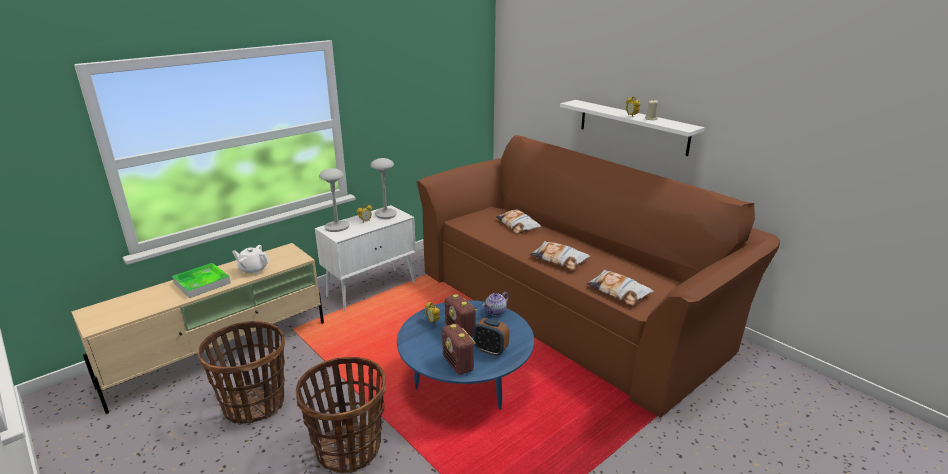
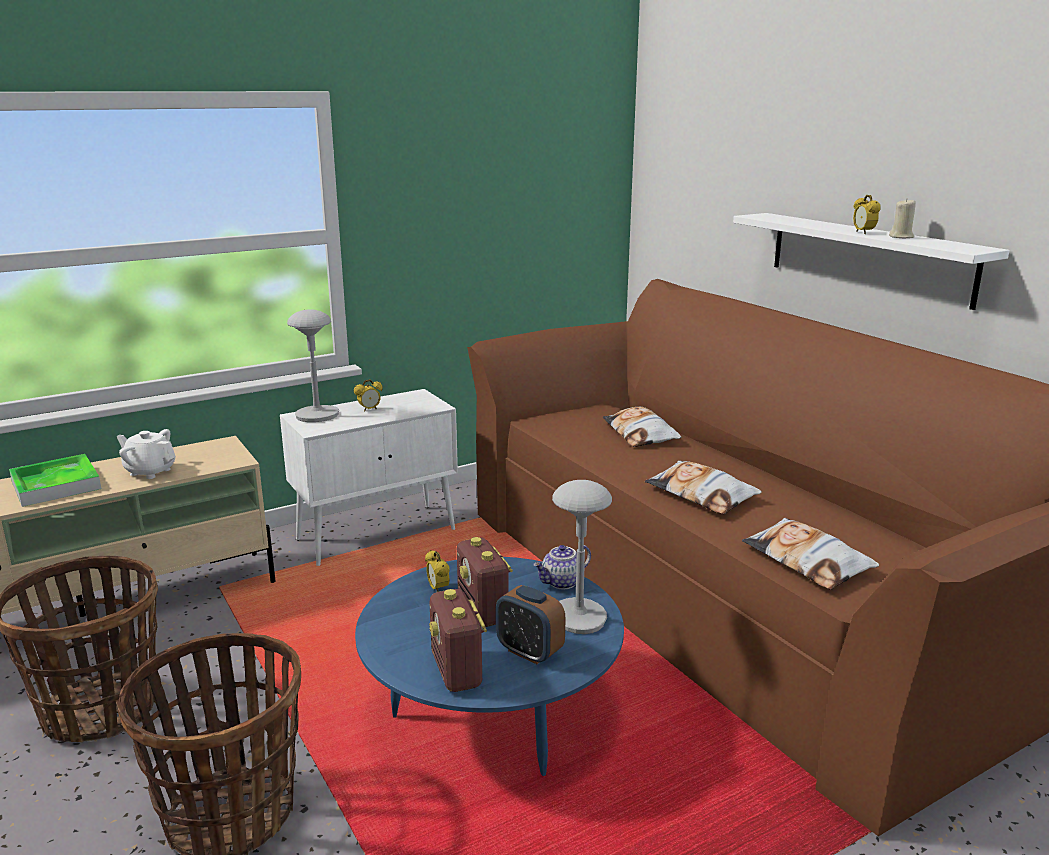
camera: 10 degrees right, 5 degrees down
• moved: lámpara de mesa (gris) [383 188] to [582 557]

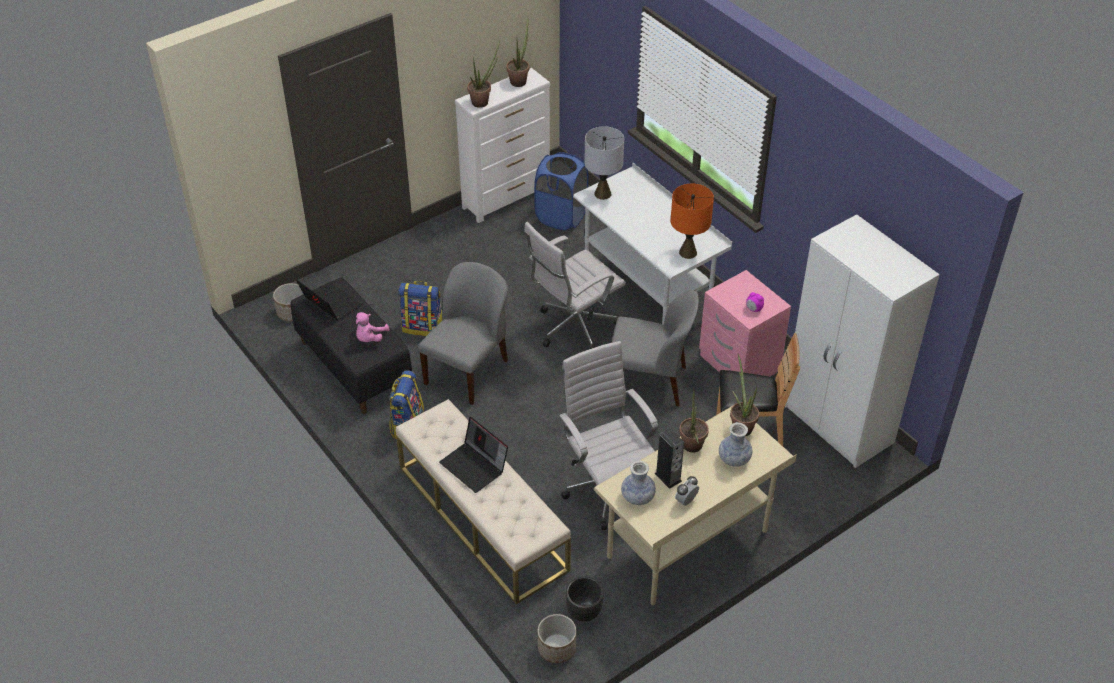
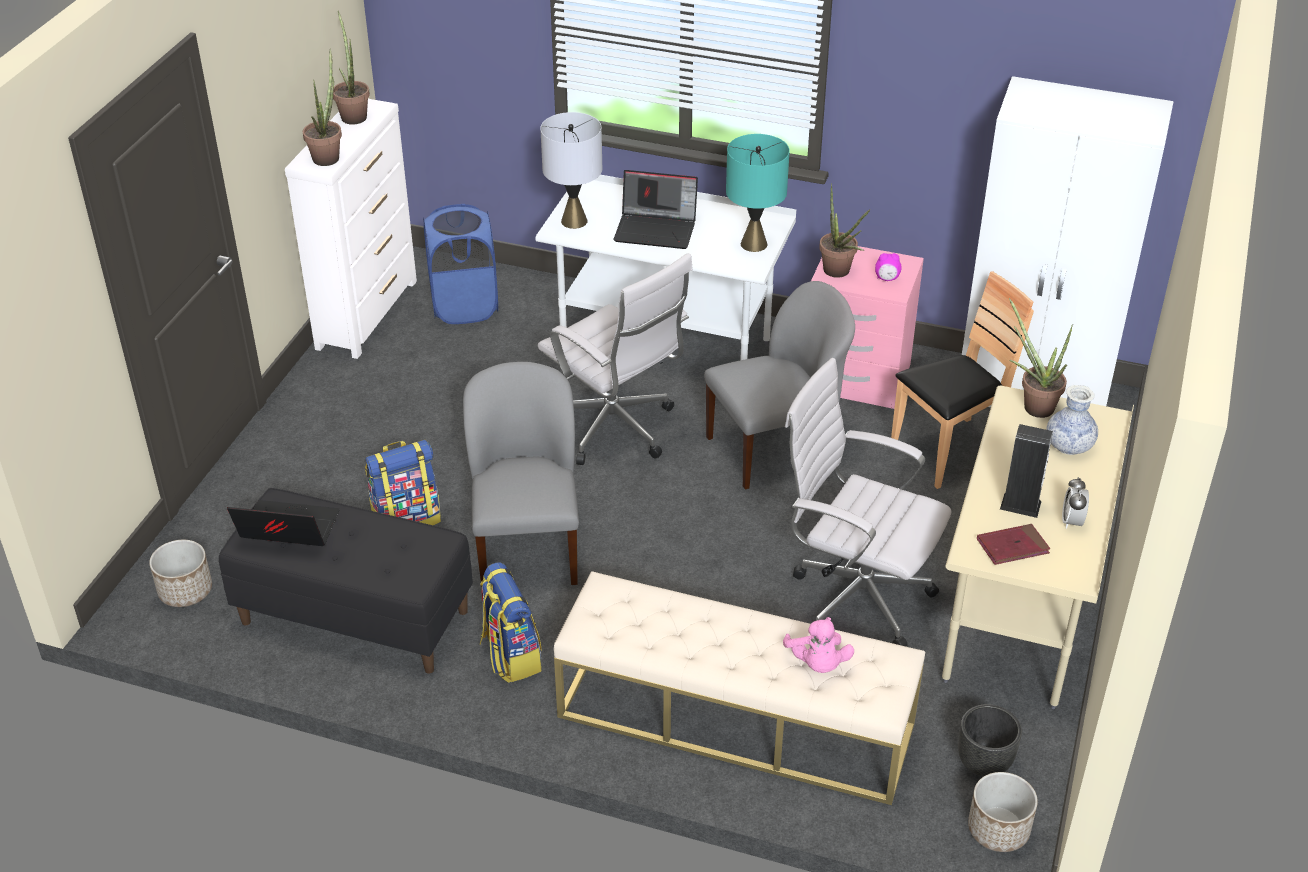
camera: 35 degrees left, 5 degrees down
• turned: silla de oficina (blanco) [575 285] = [615 359] 60 degrees counterclockwise
• moved: portátil [473 455] to [656 209]
• recoloured: lámpara de mesa (naranja) [692 221] to lámpara de mesa (turquesa) [758 193]
• moved: peluche (rosa) [373 327] to [818 645]
• moved: planta en maceta [694 421] to [844 230]
• replaced: florero [638 483] to libro (rojo) [1013 544]

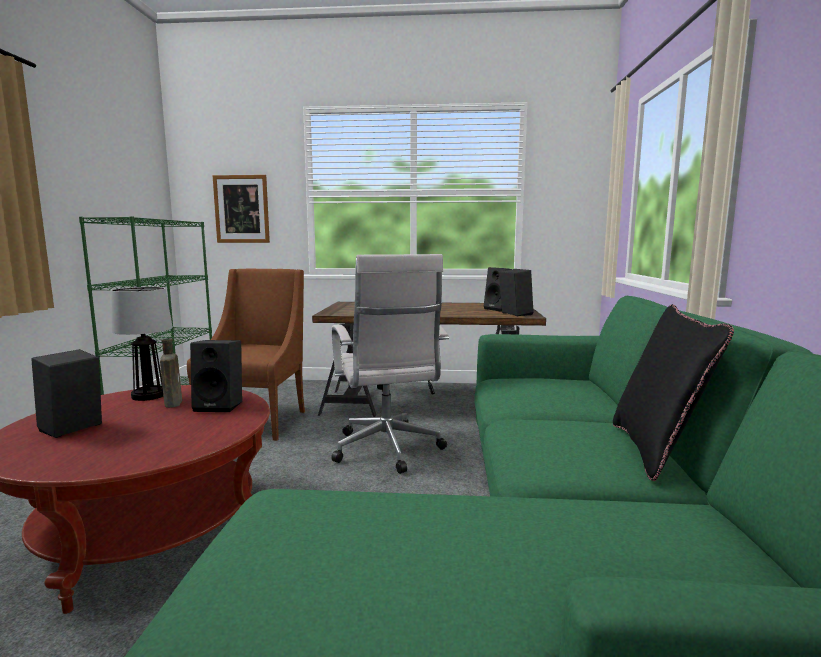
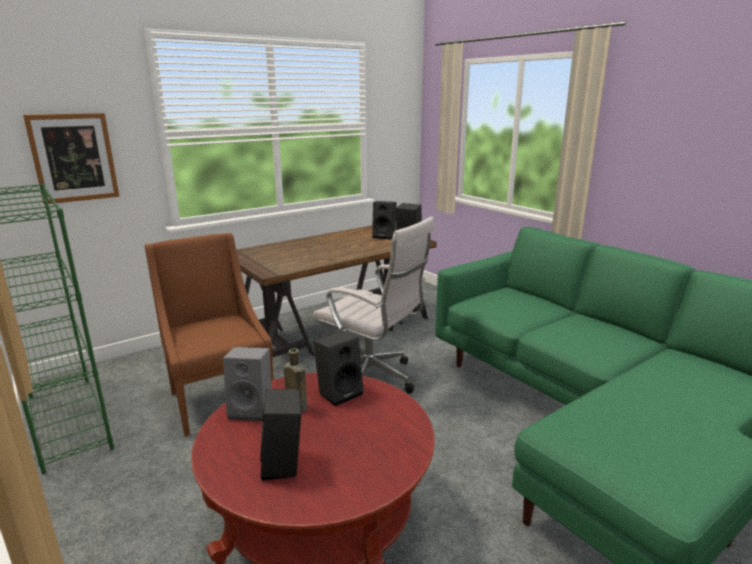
camera: 40 degrees left, 10 degrees up
• replaced: lámpara de mesa [142 344] to altavoz (gris) [247 384]
• removed: cojín (negro) [673 392]

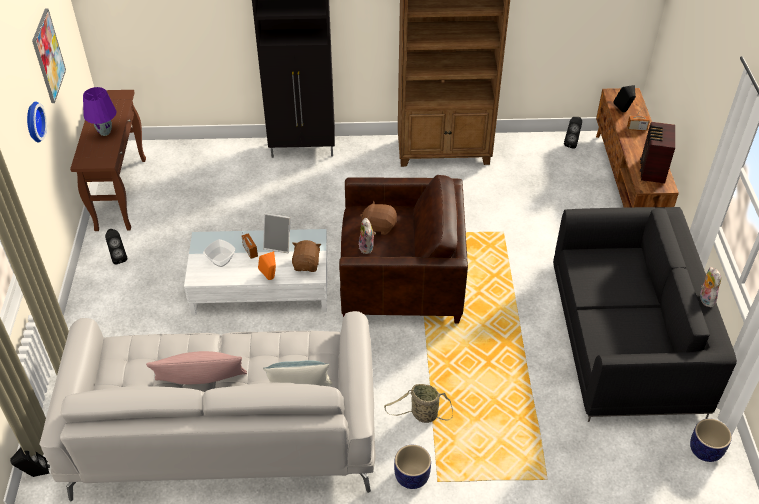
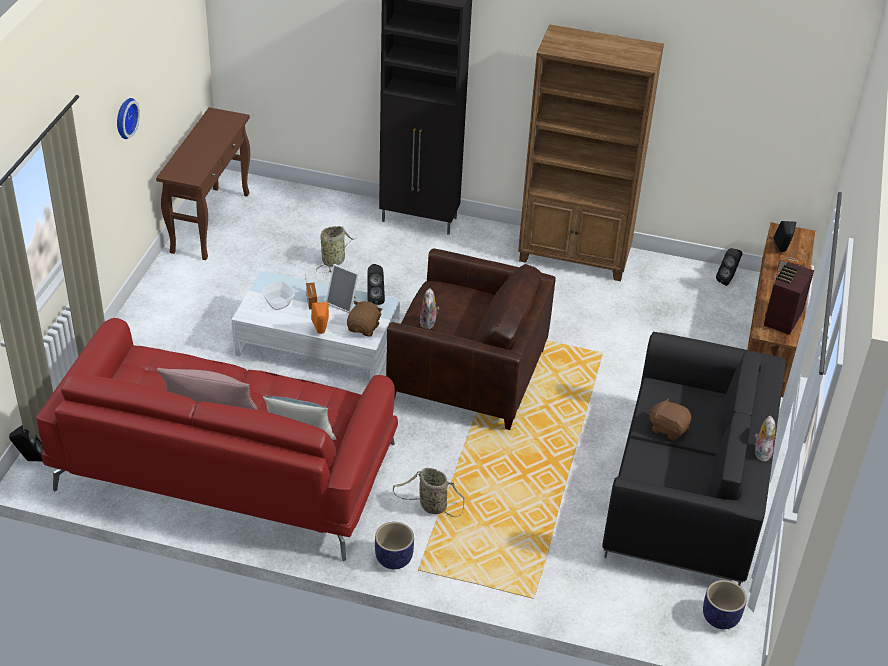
camera: 15 degrees right, 5 degrees down
• recoloured: sofá (gris) [207 406] to sofá (rojo) [217 439]
• added: cesta [336 249]
• moved: altavoz (negro) [116 246] to [376 284]
• moved: peluche (marrón) [378 218] to [670 419]
• removed: cuadro [49 55]
• removed: lámpara de mesa (morado) [100 111]

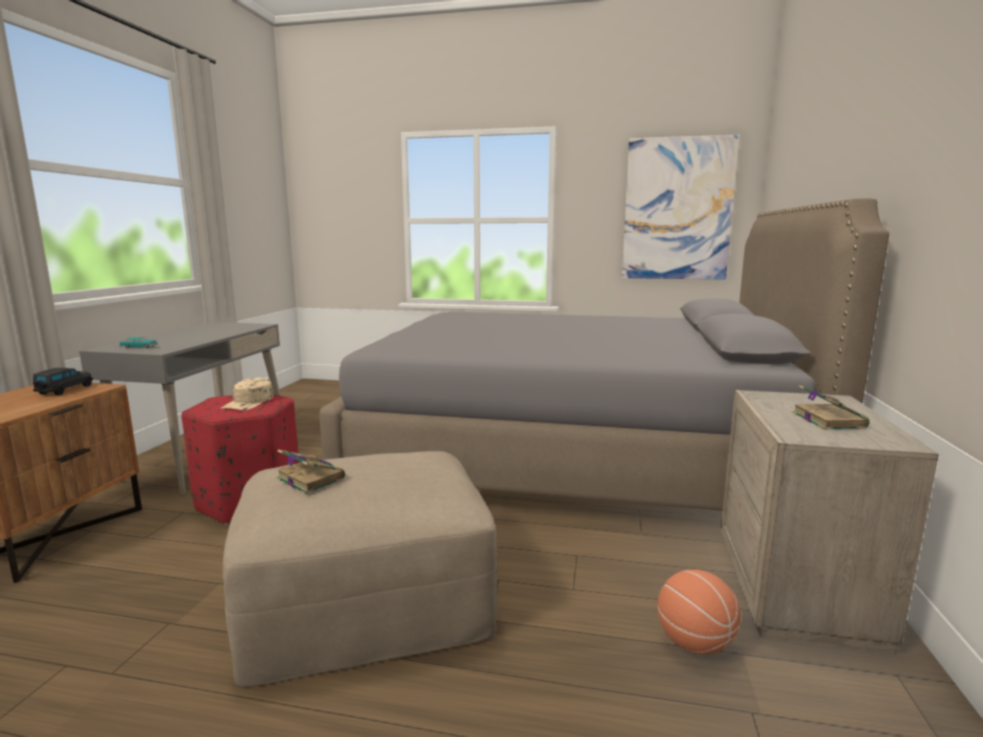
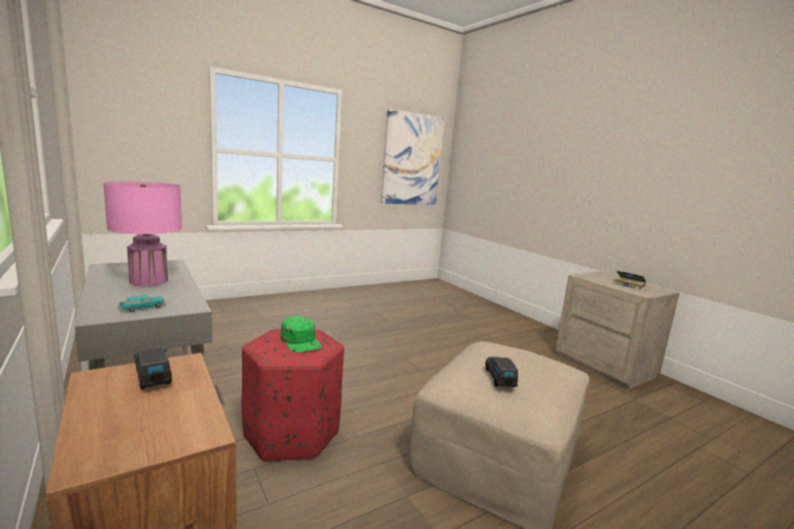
camera: 45 degrees left, 0 degrees up
• added: lámpara de mesa (rosa) [142 233]
• recoloured: gorra (beis) [247 393] to gorra (verde) [301 334]
• replaced: libro [310 471] to coche de juguete (negro) [501 372]
• removed: cama (gris) [604 354]
• removed: balón de baloncesto [699 612]

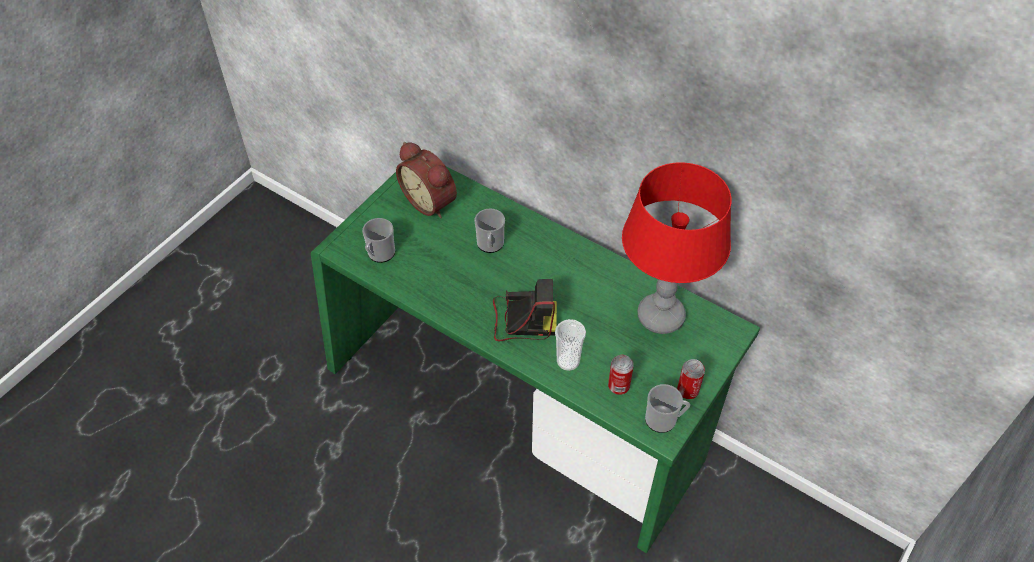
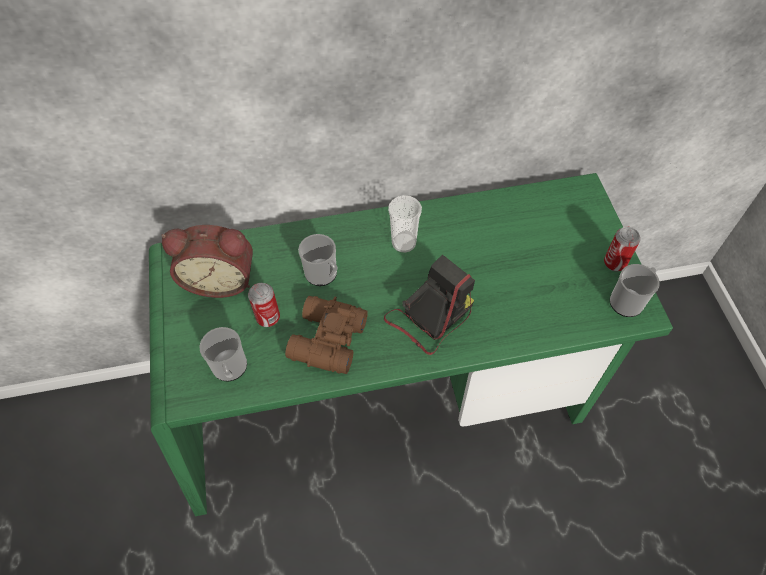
camera: 45 degrees left, 5 degrees up
• moved: lata [621 375] to [264 305]
• added: prismáticos (marrón) [326 335]
• moved: taza [570 345] to [405 224]
• removed: lámpara de mesa (rojo) [676 248]

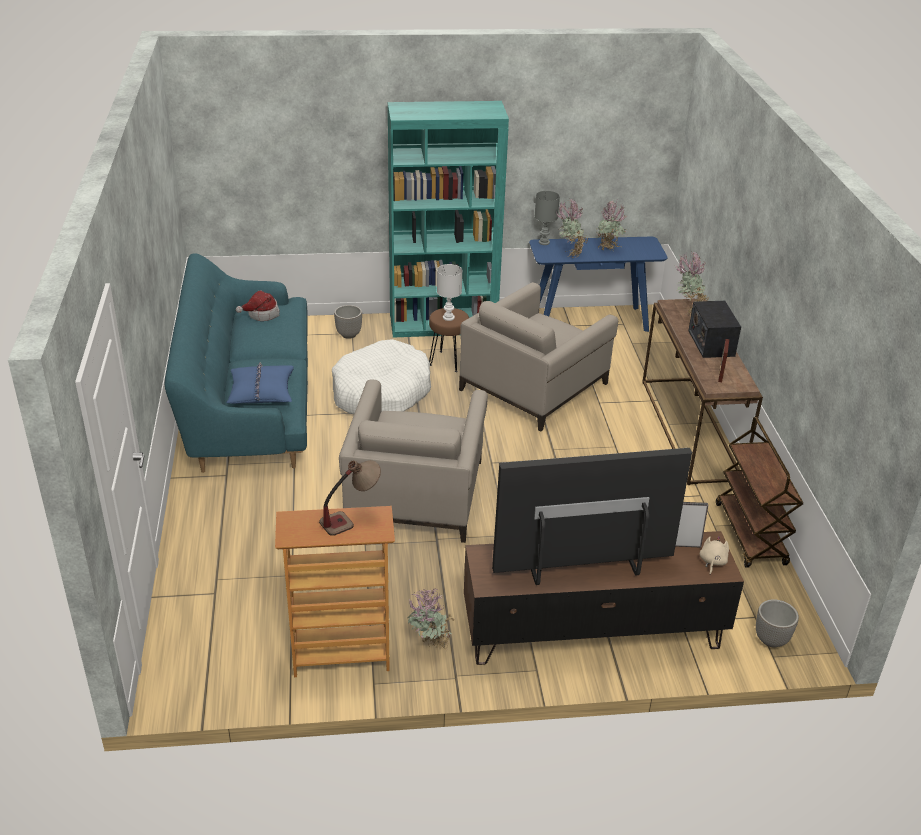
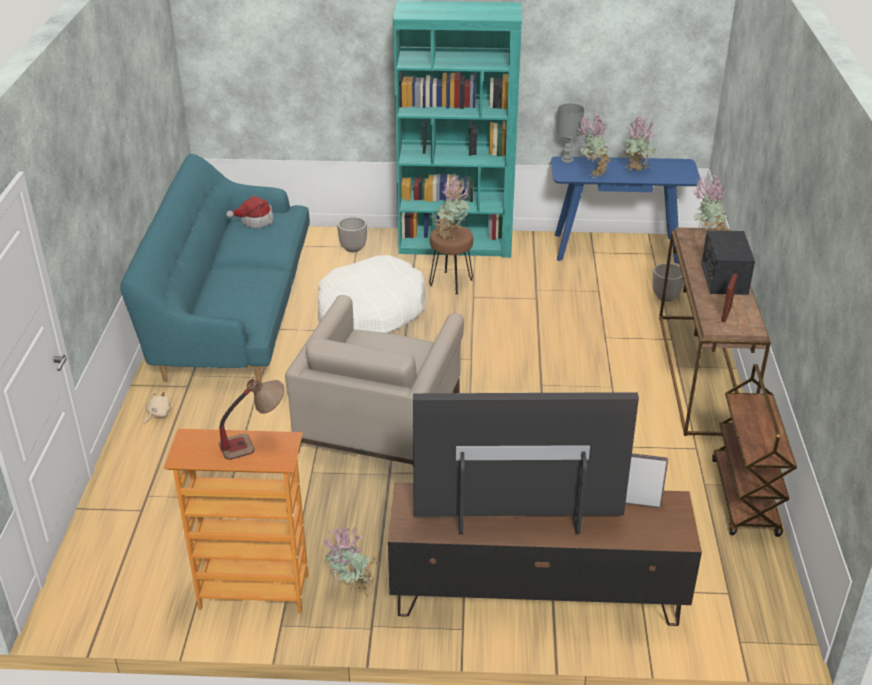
camera: 10 degrees right, 0 degrees up
• moved: peluche (beis) [714 555] to [157 407]
• replaced: lámpara de mesa (blanco) [449 292] to planta en maceta [450 207]
• moved: maceta [777 623] to [668 282]
• removed: cojín (azul) [260 383]
• removed: sillón (beis) [538 356]

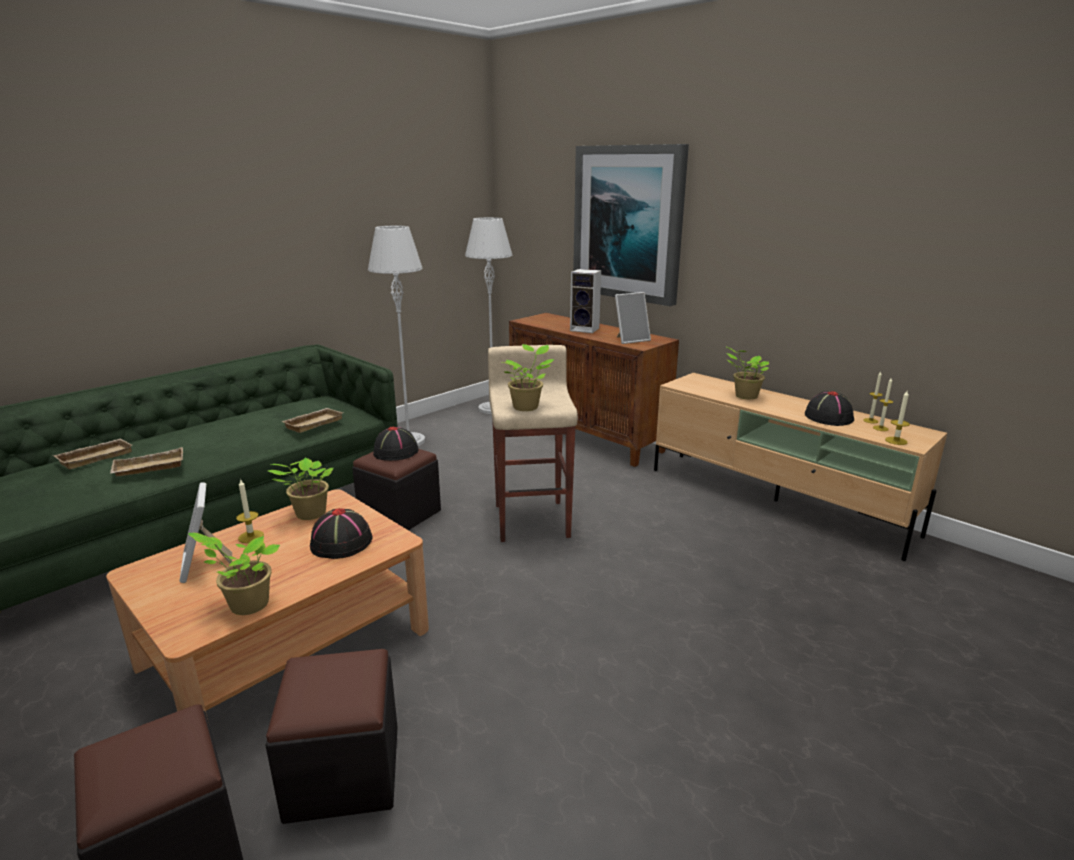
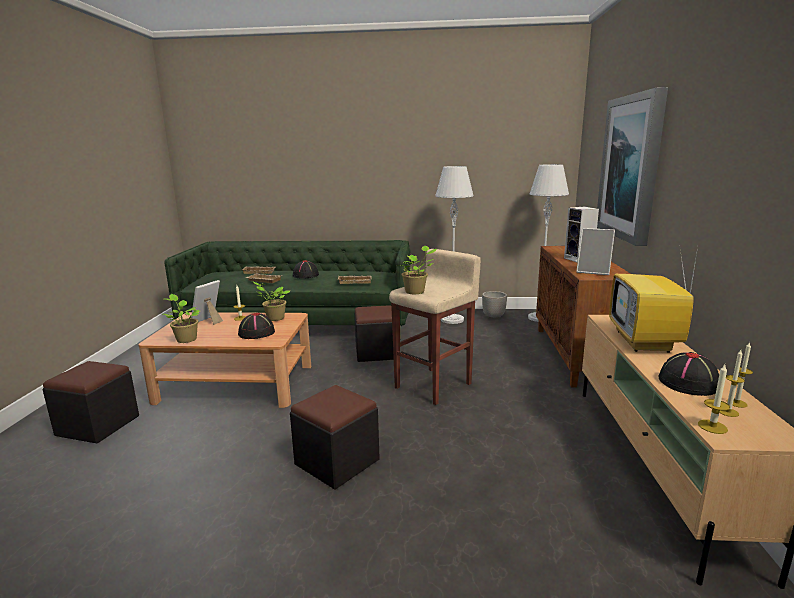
camera: 50 degrees right, 5 degrees down
• moved: puf (negro) [331 736] to [335 437]
• moved: sombrero (negro) [396 444] to [305 269]
• added: maceta [494 305]
• replaced: planta en maceta [747 372] to televisor [653 300]

